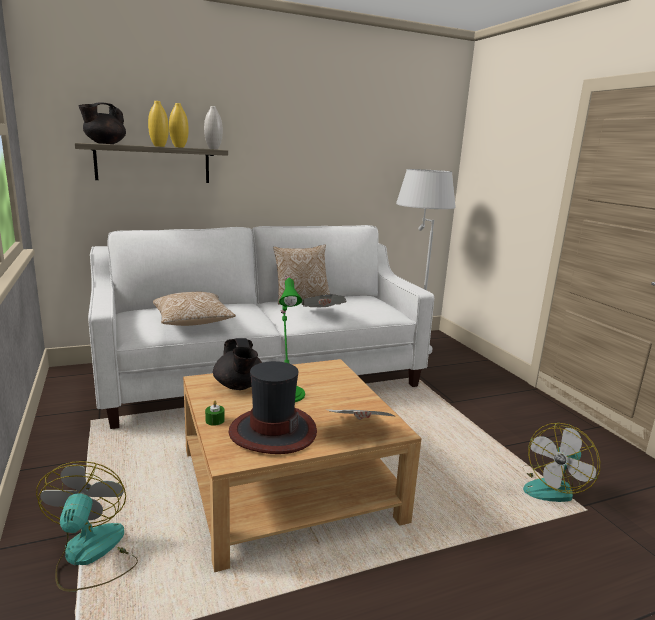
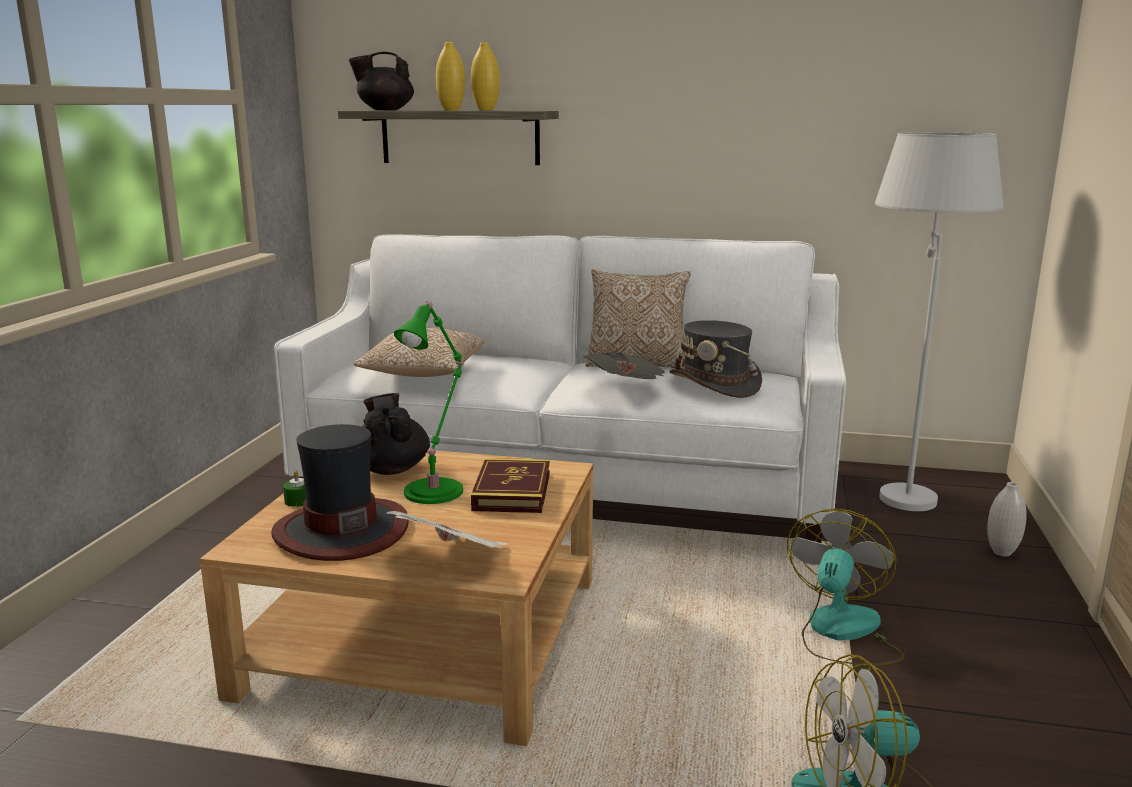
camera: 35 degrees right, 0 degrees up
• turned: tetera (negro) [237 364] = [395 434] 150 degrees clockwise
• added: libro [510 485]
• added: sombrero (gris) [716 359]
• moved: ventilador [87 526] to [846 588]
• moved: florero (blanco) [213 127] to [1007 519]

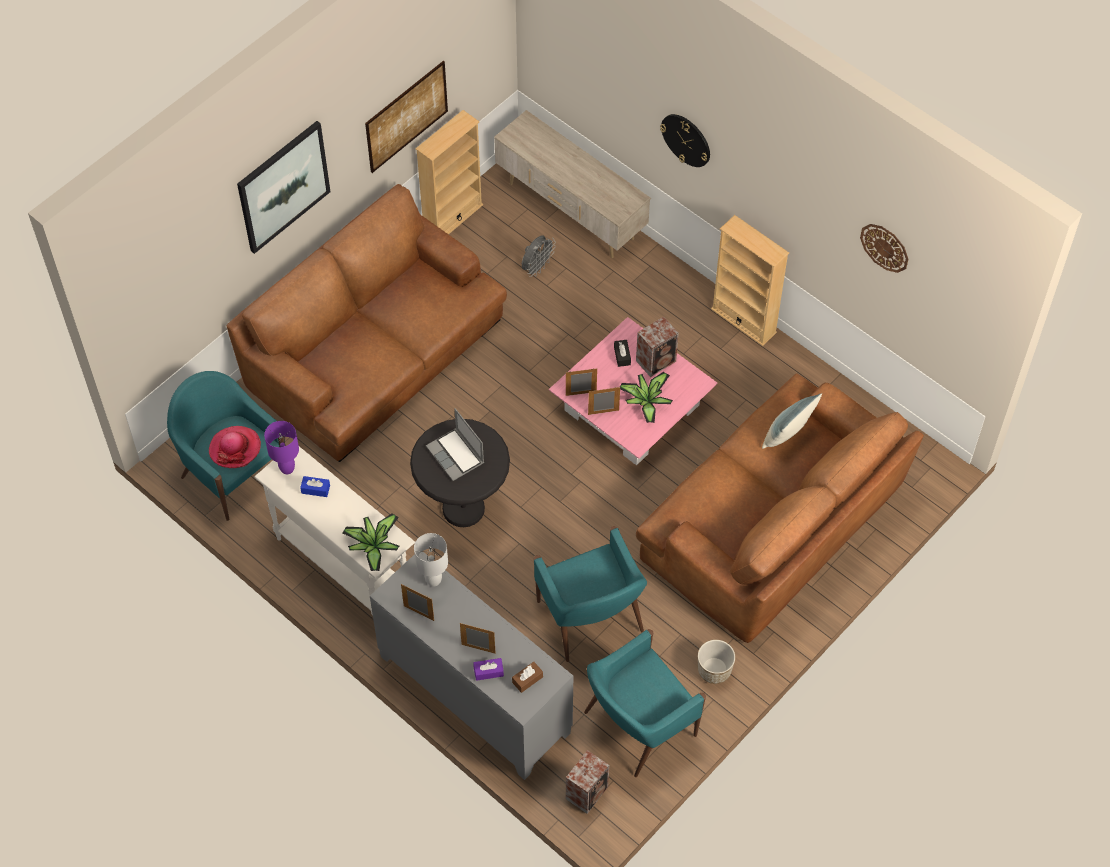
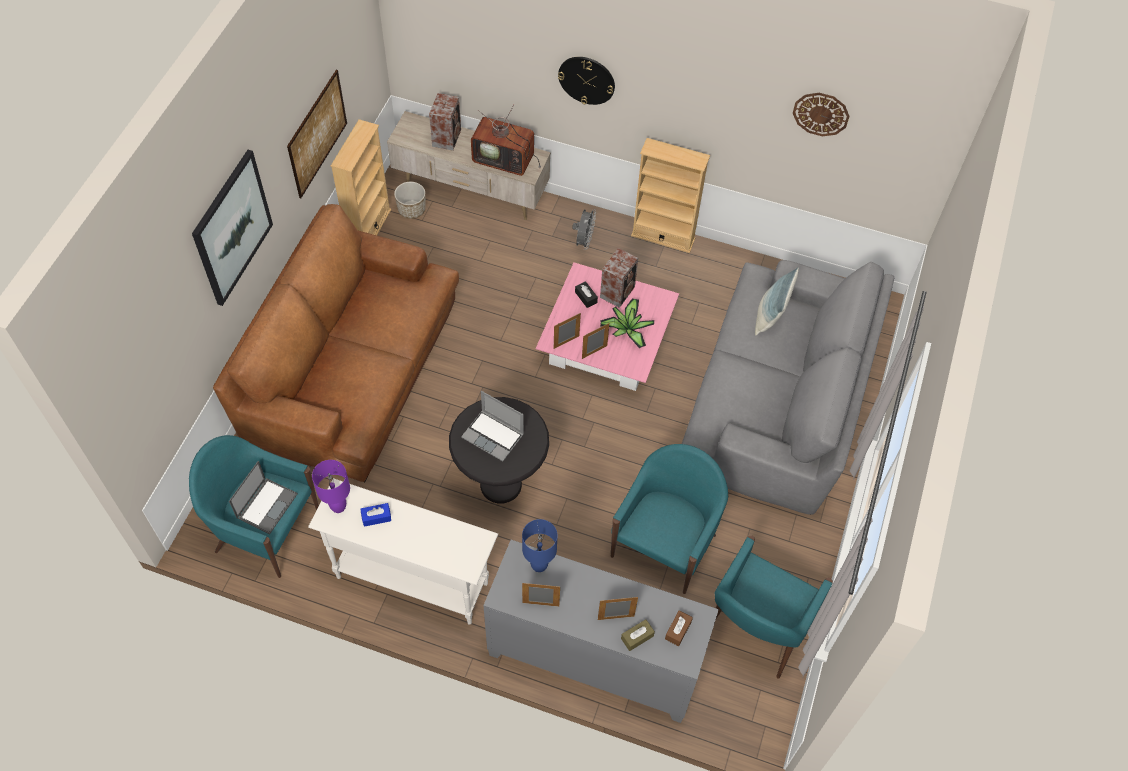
camera: 25 degrees left, 0 degrees up
• replaced: sombrero [235 447] to portátil [263 497]
• moved: maceta [716 662] to [410 200]
• moved: altavoz [587 782] to [445 122]
• added: televisor [506 140]
• recoloured: lámpara de mesa (blanco) [431 560] to lámpara de mesa (azul) [540 545]
• moved: ventilador (gris) [539 256] to [584 229]
• turned: sillón (turquesa) [590 594] = [669 519] 105 degrees counterclockwise
• recoloured: caja de pañuelos (morado) [489 669] to caja de pañuelos (marrón) [638 635]
• recoloured: sofá (marrón) [780 508] to sofá (gris) [788 387]
• removed: planta en maceta [371 542]

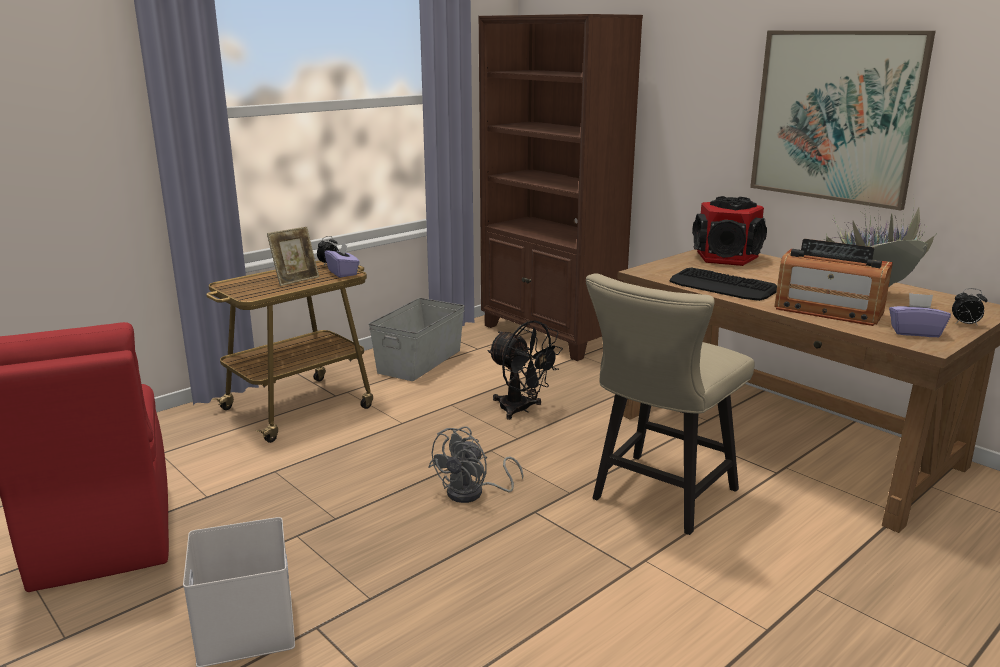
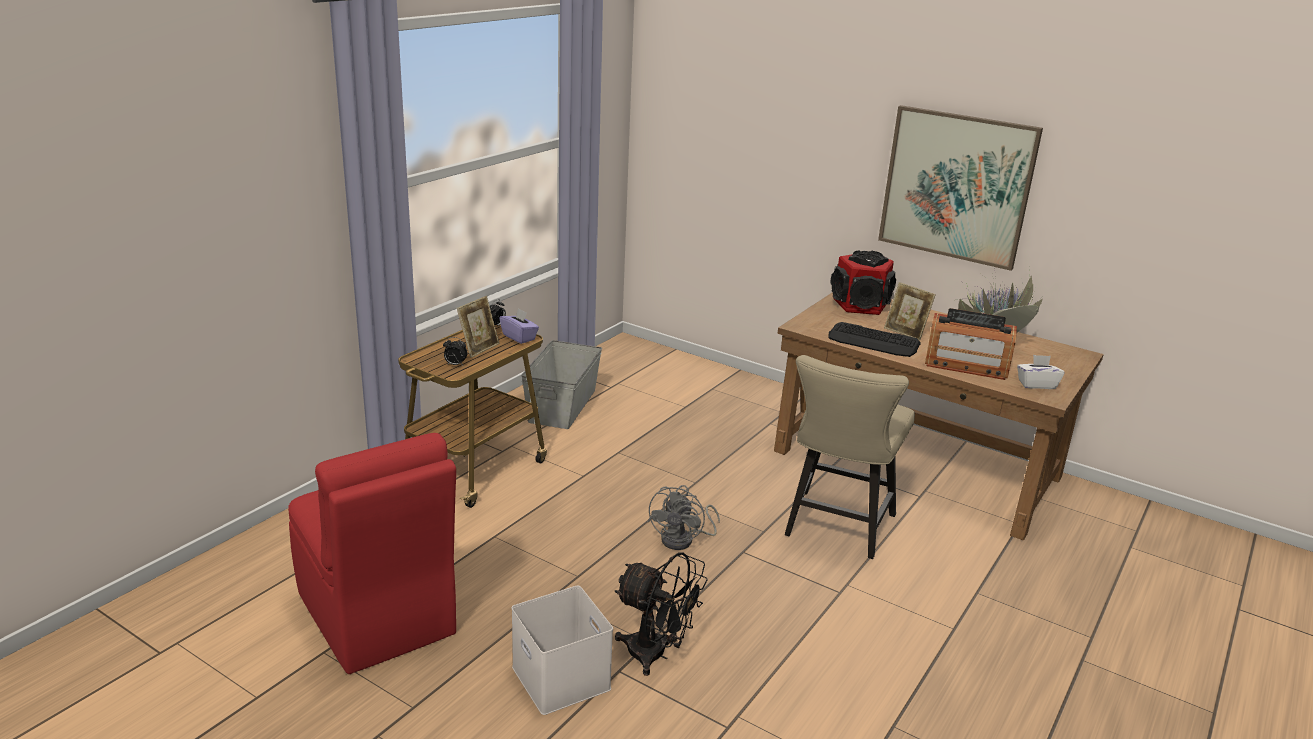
camera: 15 degrees left, 5 degrees up
• moved: despertador [970 306] to [455 351]
• moved: ventilador (negro) [525 370] to [661 614]
• added: portarretratos [910 311]
• recoloured: caja de pañuelos (morado) [920 315] to caja de pañuelos (blanco) [1041 372]
• removed: estantería (marrón) [561 187]

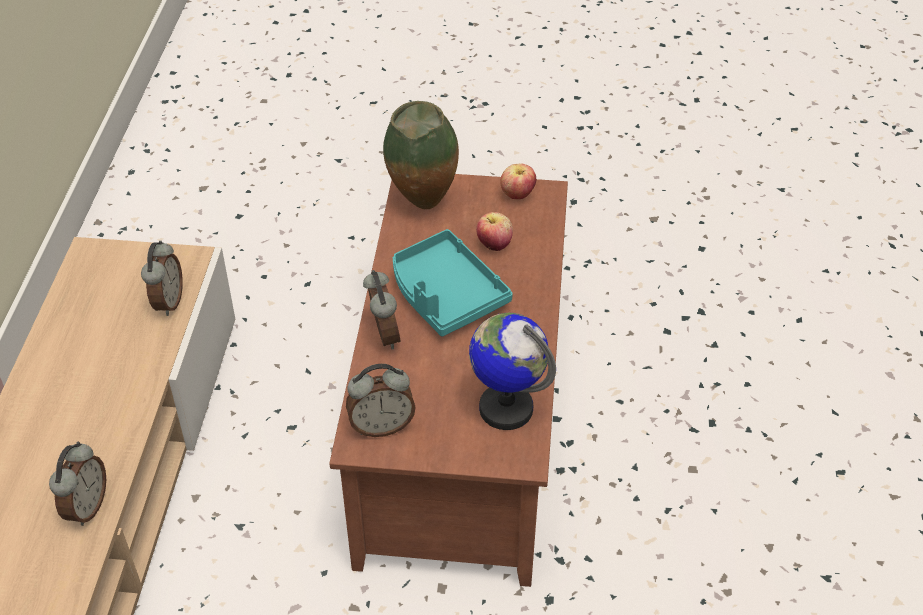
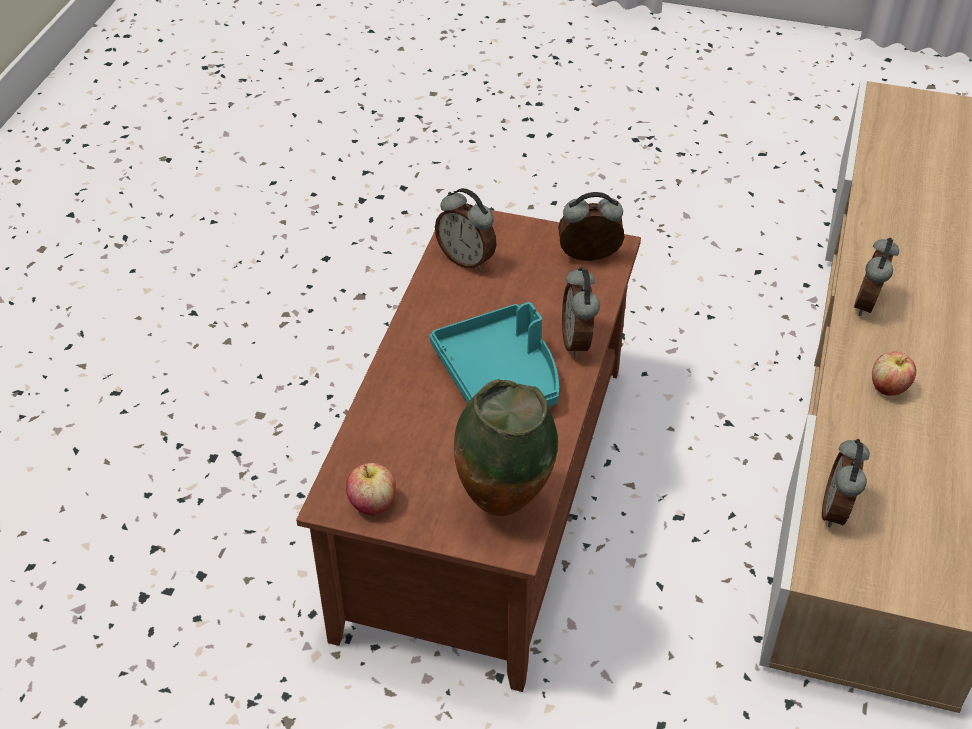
camera: 170 degrees left, 0 degrees up
• replaced: globo terráqueo [512 371] to despertador [465 229]
• moved: manzana [494 231] to [894 373]

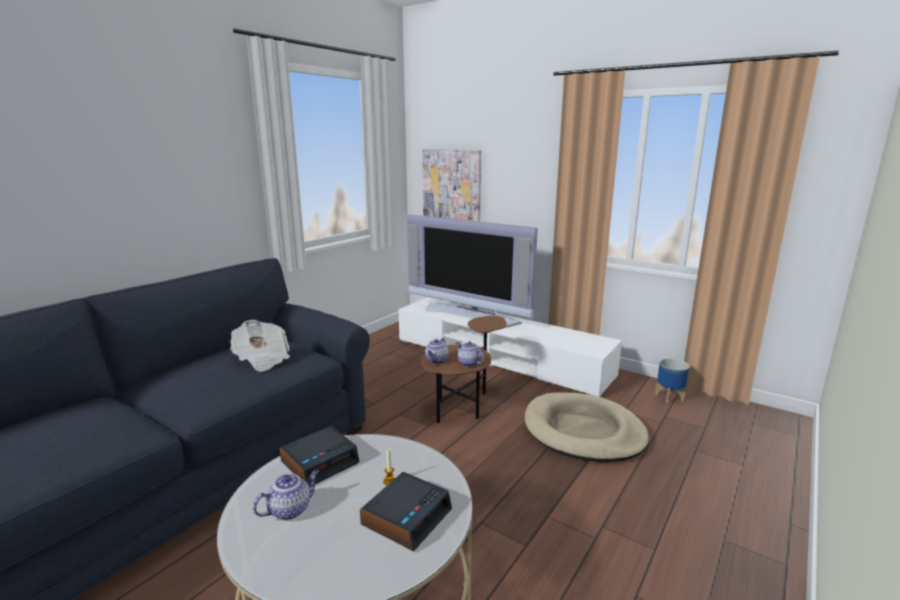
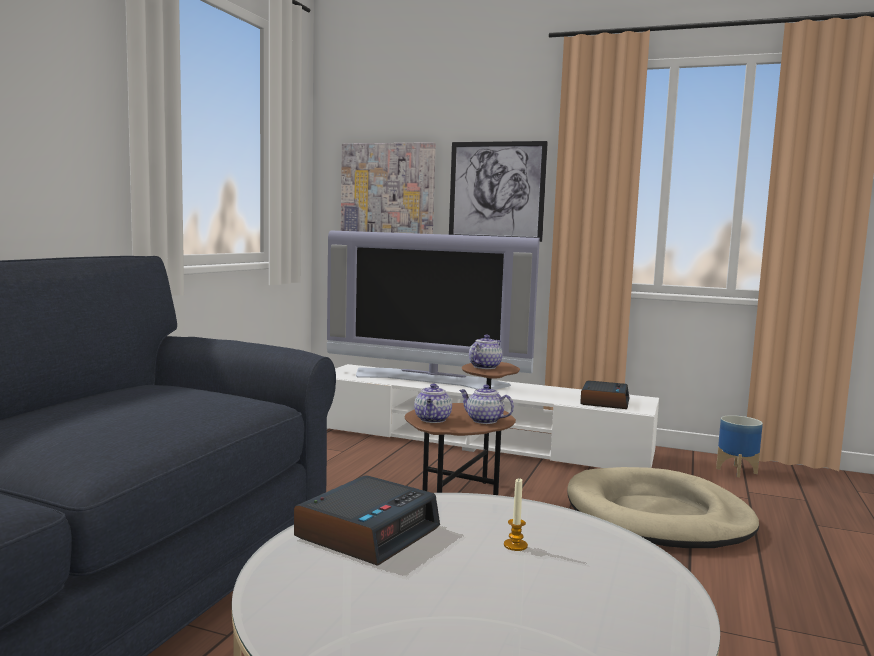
camera: 15 degrees left, 10 degrees down
• added: cuadro [498 191]
• moved: tetera [286 495] to [486 352]
• moved: despertador [406 511] to [604 395]
• removed: periódico [260 346]

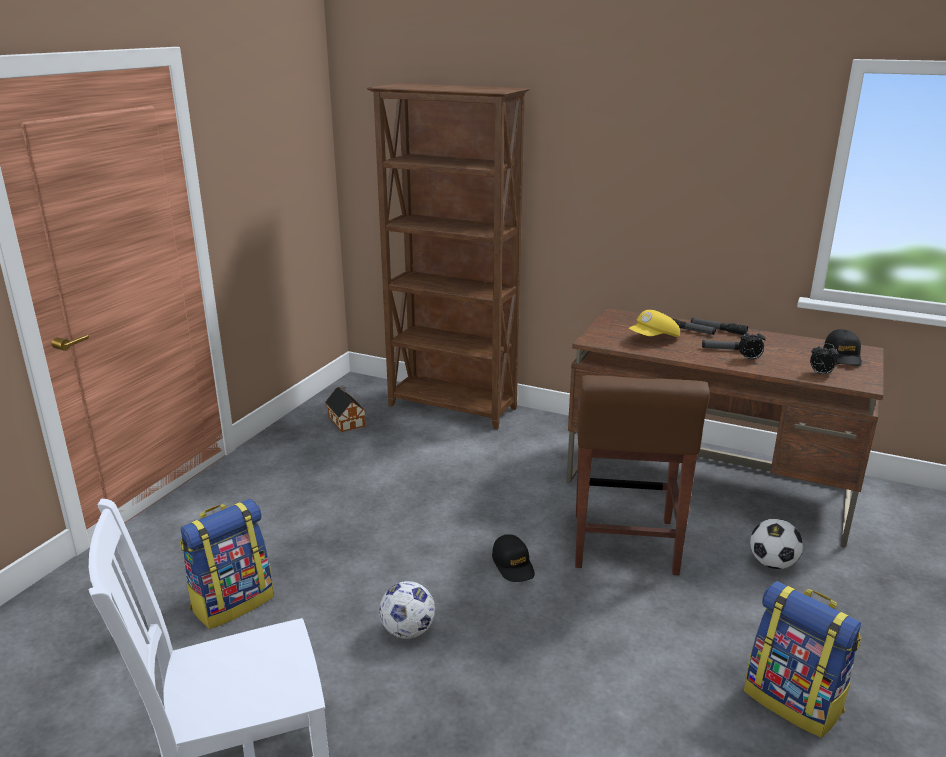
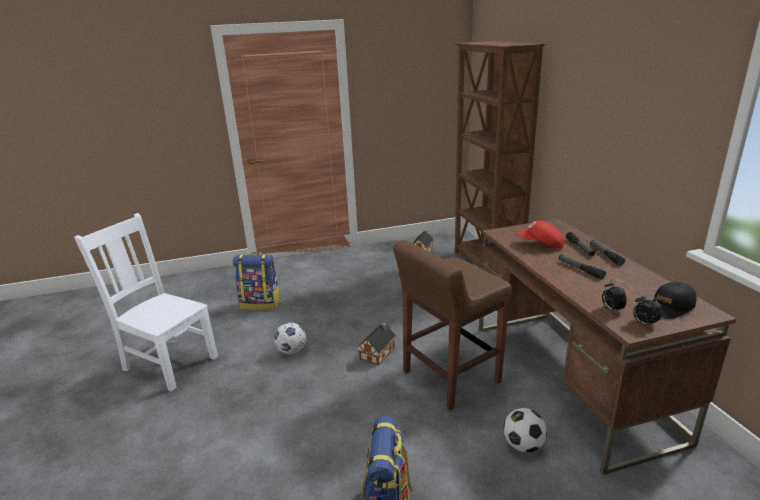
camera: 50 degrees right, 0 degrees up
• replaced: gorra (negro) [513 558] to casita [376 344]
• recoloured: gorra (amarillo) [654 323] to gorra (rojo) [541 234]
• moved: despertador [752 344] to [647 311]

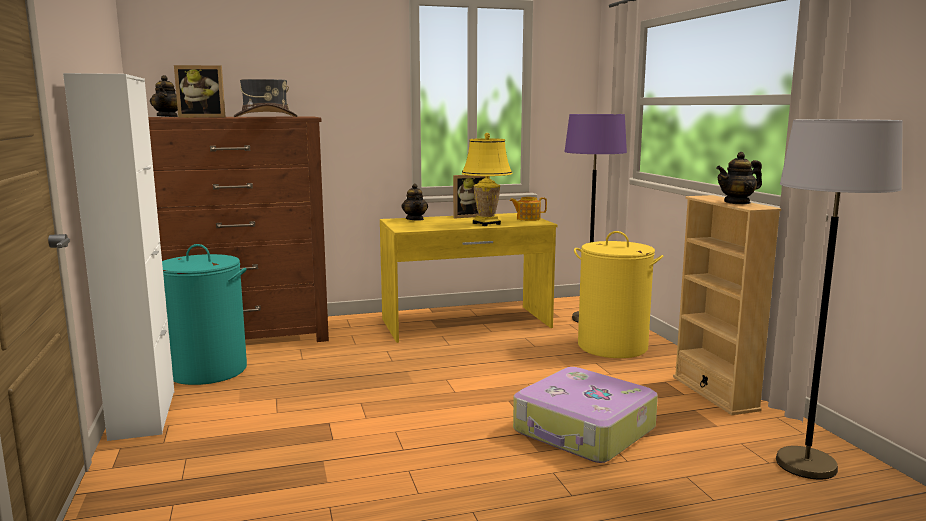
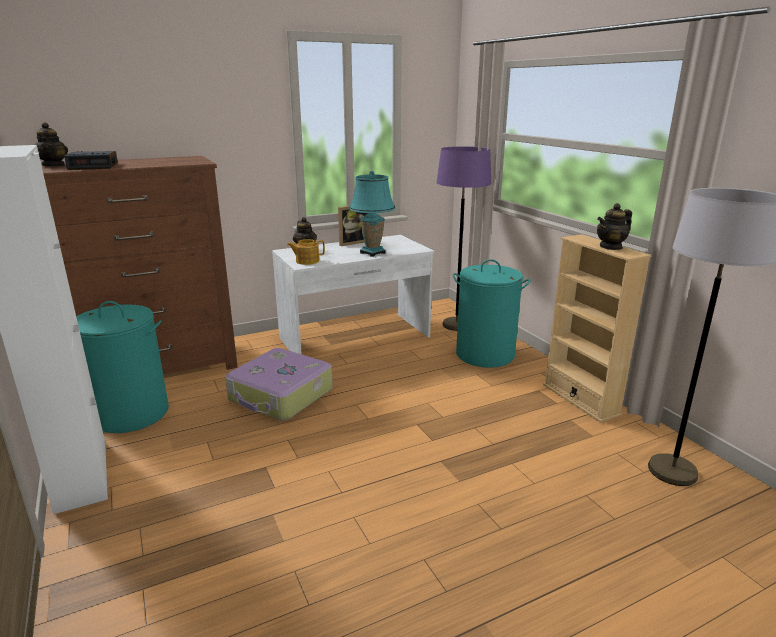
camera: 10 degrees left, 10 degrees up
• replaced: portarretratos [199 91] to despertador [91 160]
• moved: maleta [585 415] to [279 384]
• recoloured: escritorio (amarillo) [468 278] to escritorio (blanco) [353 294]
• moved: tetera [528 209] to [306 252]
• recoloured: lámpara de mesa (amarillo) [487 179] to lámpara de mesa (turquesa) [372 214]
• recoloured: cesto de la ropa (amarillo) [618 294] to cesto de la ropa (turquesa) [491 313]
• removed: sombrero (gris) [265 98]

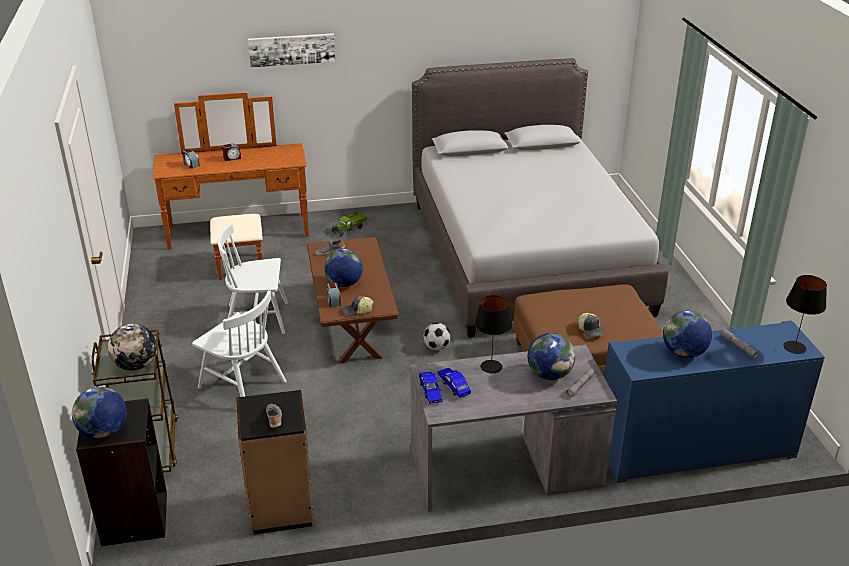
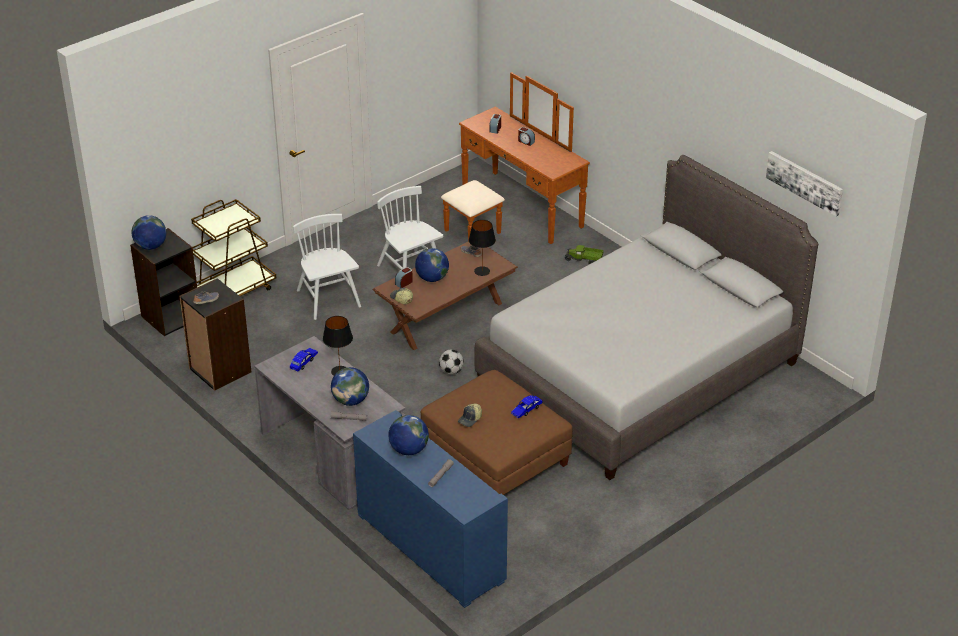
camera: 60 degrees right, 5 degrees up
• turned: silla (blanco) [239 343] = [327 267] 150 degrees clockwise
• moved: lámpara de mesa (negro) [805 314] to [482 248]
• moved: coche de juguete (azul) [430 388] to [526 406]
• moved: cuadro [291 50] to [804 184]
• removed: globo terráqueo [132 347]

